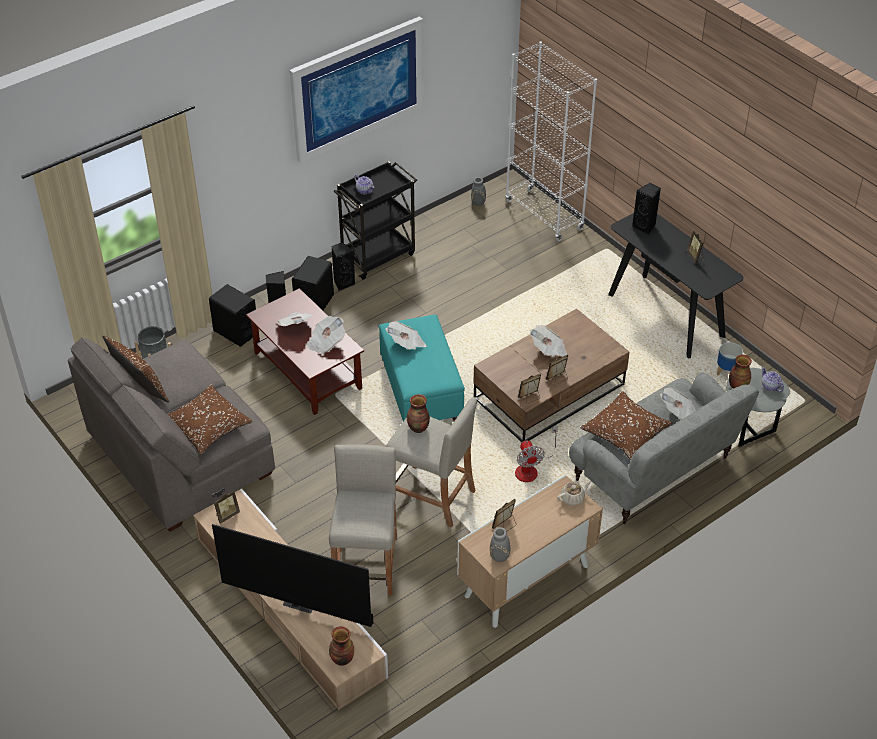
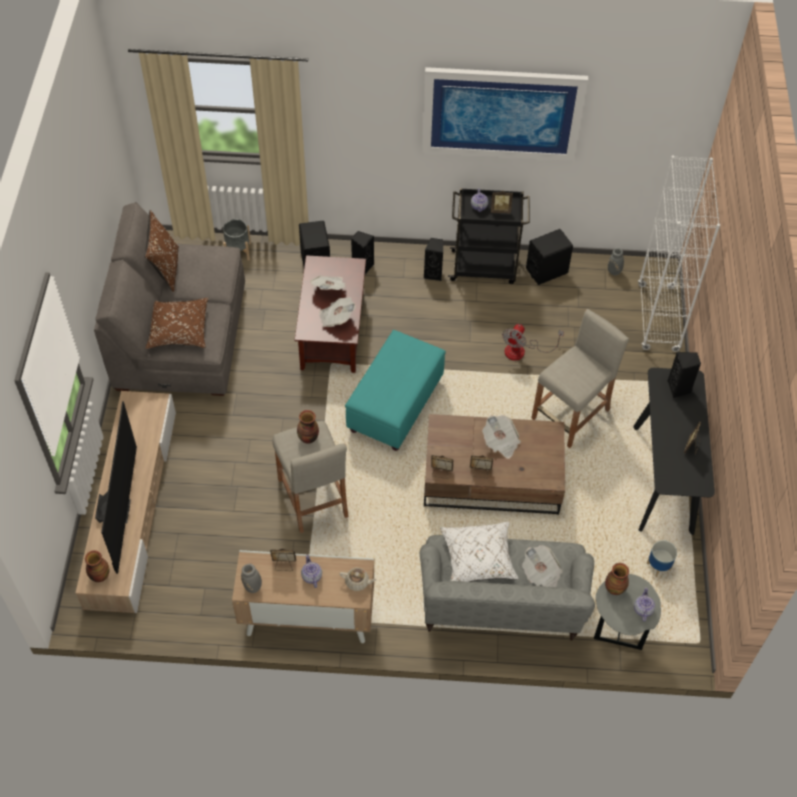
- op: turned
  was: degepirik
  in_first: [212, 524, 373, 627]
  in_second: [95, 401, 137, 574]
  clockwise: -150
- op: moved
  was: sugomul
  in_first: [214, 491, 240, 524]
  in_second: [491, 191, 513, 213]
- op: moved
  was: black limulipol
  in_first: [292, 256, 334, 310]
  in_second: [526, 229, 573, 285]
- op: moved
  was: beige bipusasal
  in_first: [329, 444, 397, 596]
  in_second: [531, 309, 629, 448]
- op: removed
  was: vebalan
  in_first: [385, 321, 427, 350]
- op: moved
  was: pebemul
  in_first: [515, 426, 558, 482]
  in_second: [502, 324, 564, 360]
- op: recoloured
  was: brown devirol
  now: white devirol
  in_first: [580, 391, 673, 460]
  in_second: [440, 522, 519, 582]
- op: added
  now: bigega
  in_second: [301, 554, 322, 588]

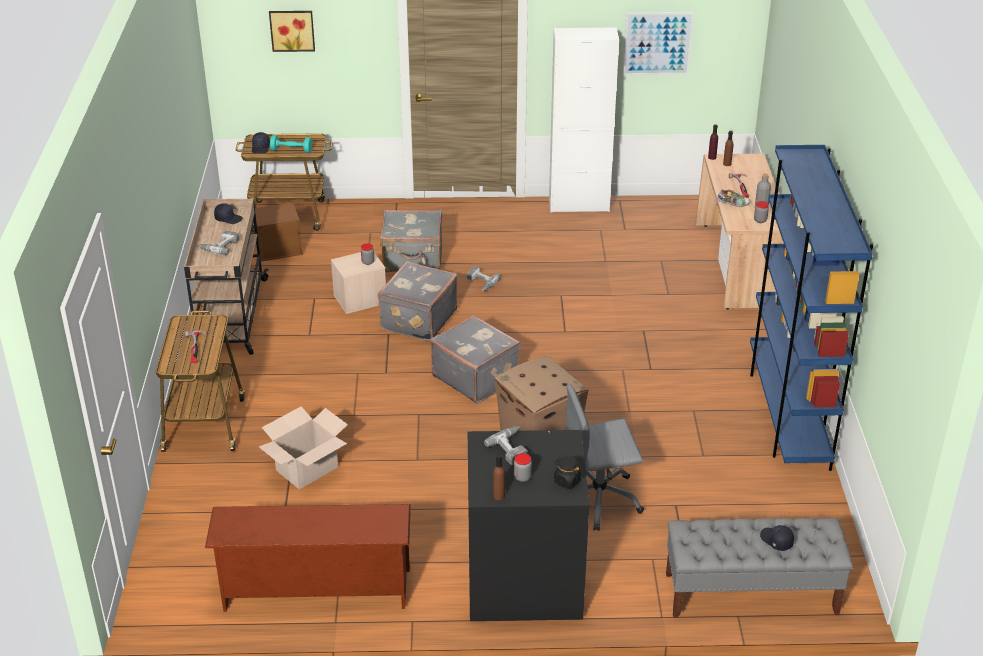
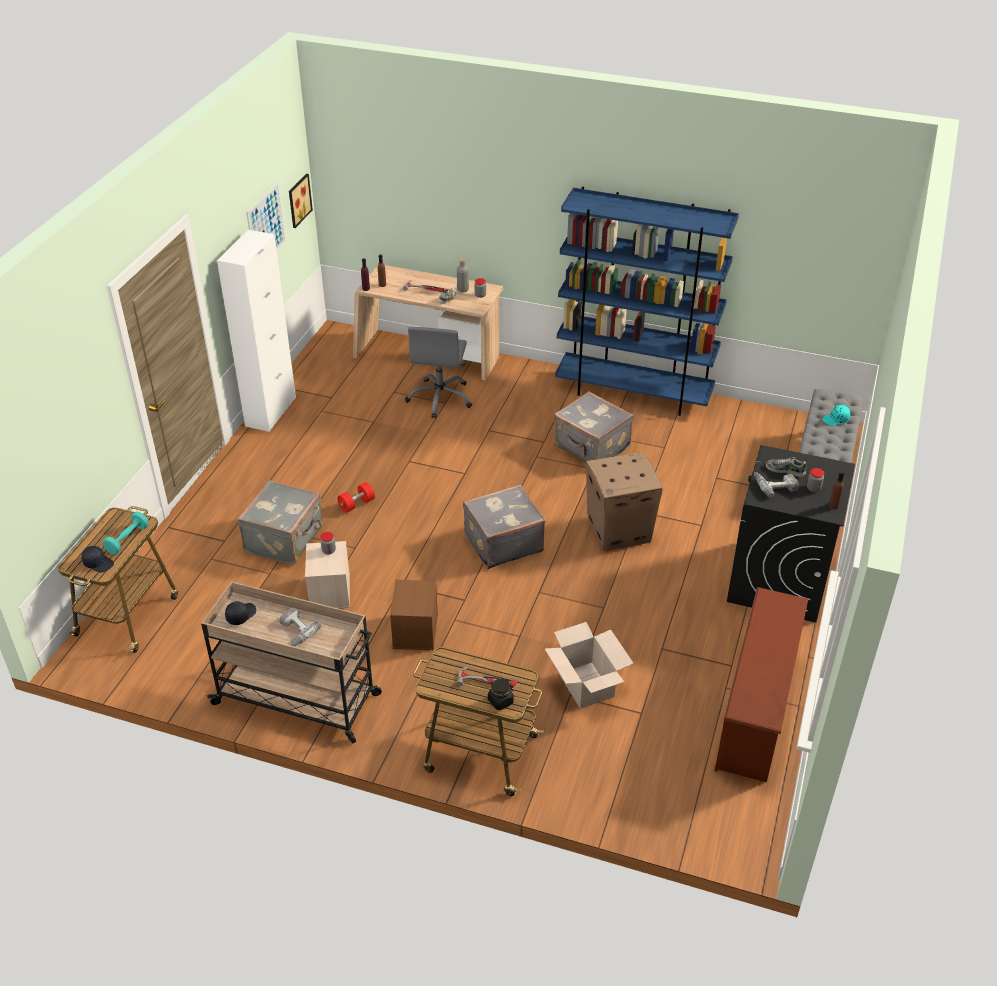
- op: moved
  was: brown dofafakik
  in_first: [253, 203, 303, 262]
  in_second: [390, 580, 438, 650]
- op: moved
  was: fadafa
  in_first: [269, 11, 315, 52]
  in_second: [289, 174, 313, 228]
- op: moved
  was: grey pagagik
  in_first: [378, 261, 457, 341]
  in_second: [554, 392, 633, 463]
- op: replaced
  was: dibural
  now: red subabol
  in_first: [467, 266, 501, 291]
  in_second: [337, 482, 375, 513]
- op: moved
  was: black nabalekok
  in_first: [554, 456, 581, 489]
  in_second: [488, 679, 514, 710]
- op: moved
  was: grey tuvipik
  in_first: [566, 384, 644, 531]
  in_second: [405, 327, 472, 419]
- op: recoloured
  was: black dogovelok
  now: turquoise dogovelok
  in_first: [760, 525, 794, 551]
  in_second: [823, 405, 850, 426]
- op: added
  now: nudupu
  in_second: [766, 457, 806, 477]

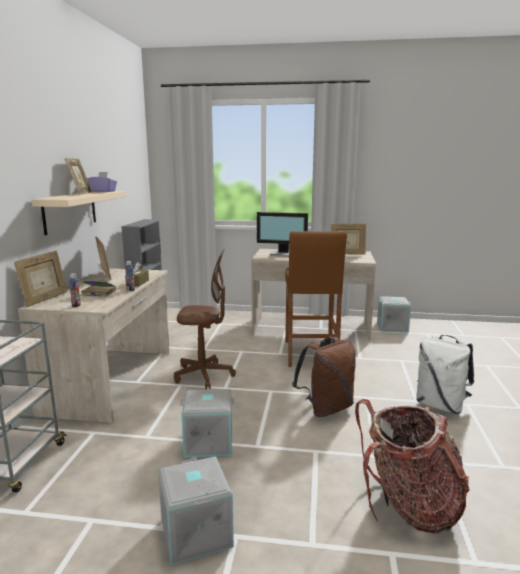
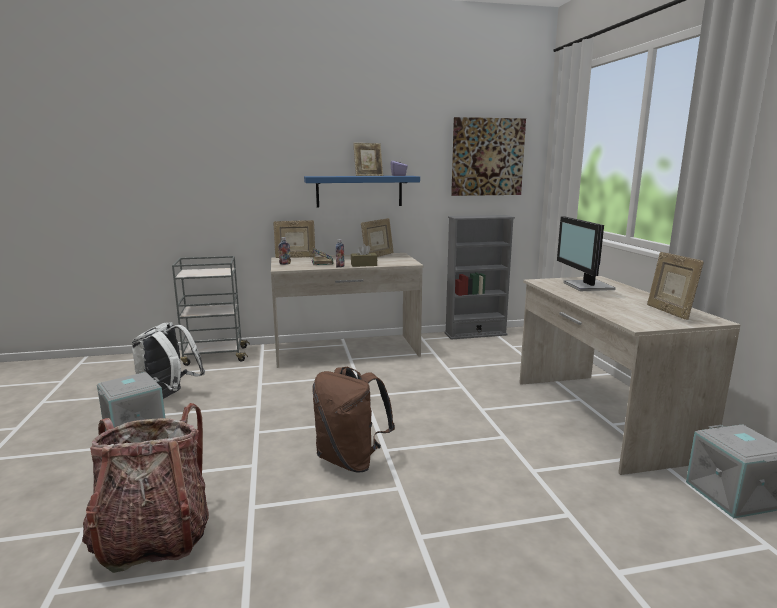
- op: recoloured
  was: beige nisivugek
  now: blue nisivugek
  in_first: [32, 191, 126, 235]
  in_second: [304, 176, 420, 207]
- op: removed
  was: brown tuvipik
  in_first: [174, 249, 236, 389]
- op: removed
  was: grey dofafakik
  in_first: [180, 389, 234, 458]
- op: removed
  was: brown bipusasal
  in_first: [285, 231, 347, 367]
- op: moved
  was: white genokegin
  in_first: [416, 335, 474, 414]
  in_second: [132, 322, 205, 399]
- op: added
  now: fadafa
  in_second: [451, 117, 526, 196]

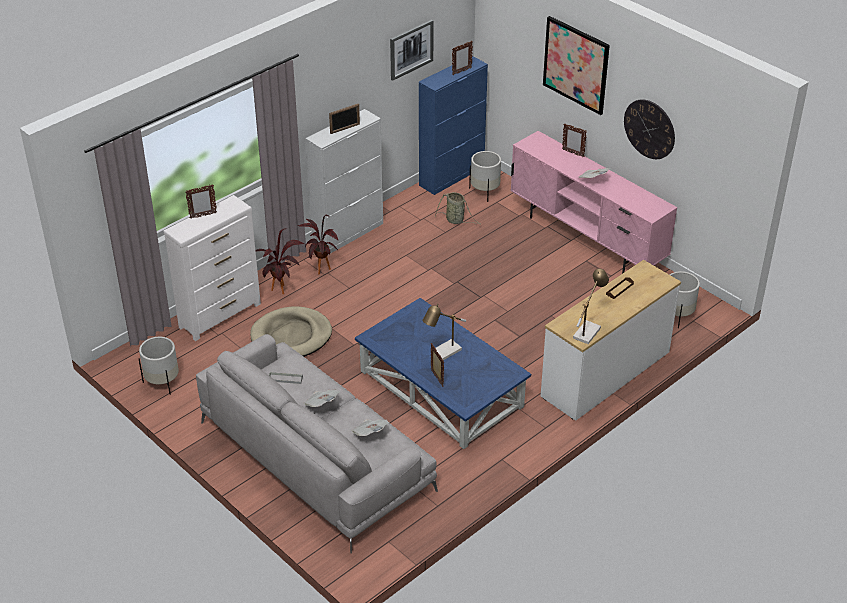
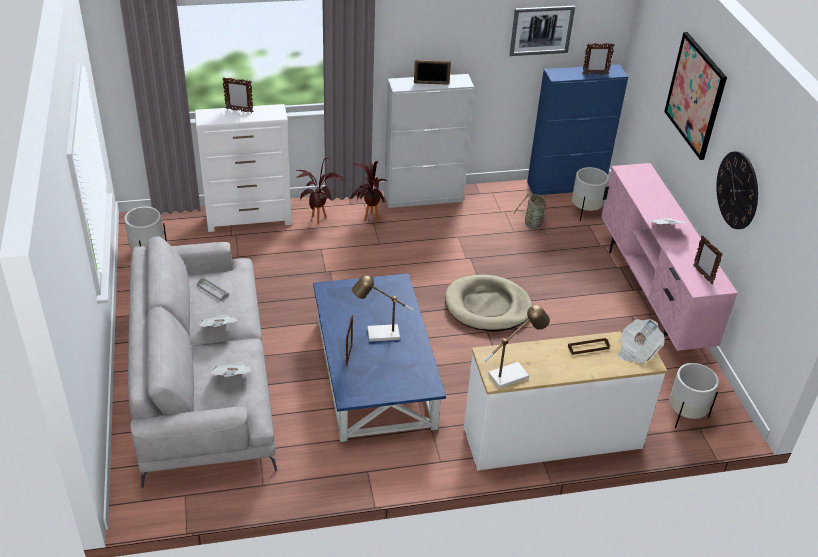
- op: moved
  was: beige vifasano
  in_first: [250, 306, 332, 357]
  in_second: [445, 275, 532, 331]
- op: moved
  was: sugomul
  in_first: [562, 124, 587, 157]
  in_second: [693, 236, 722, 284]
- op: added
  now: vebalan
  in_second: [618, 319, 665, 364]

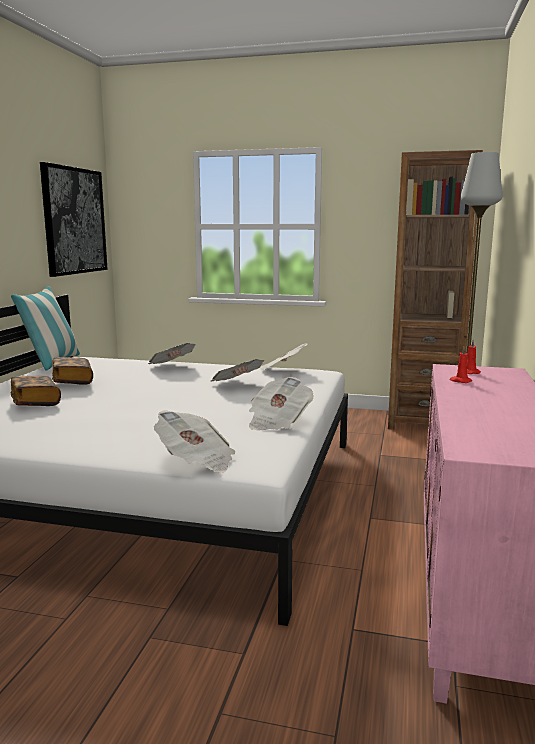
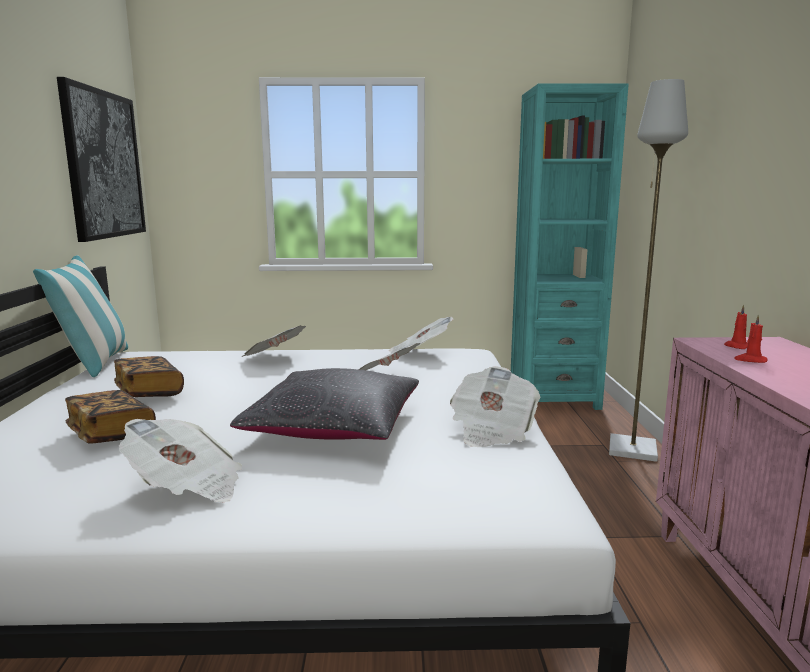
- op: moved
  was: vebalan
  in_first: [154, 410, 236, 473]
  in_second: [118, 419, 242, 502]
- op: recoloured
  was: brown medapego
  now: turquoise medapego
  in_first: [388, 150, 483, 430]
  in_second: [511, 83, 629, 410]
- op: added
  now: black devirol
  in_second: [230, 368, 419, 440]

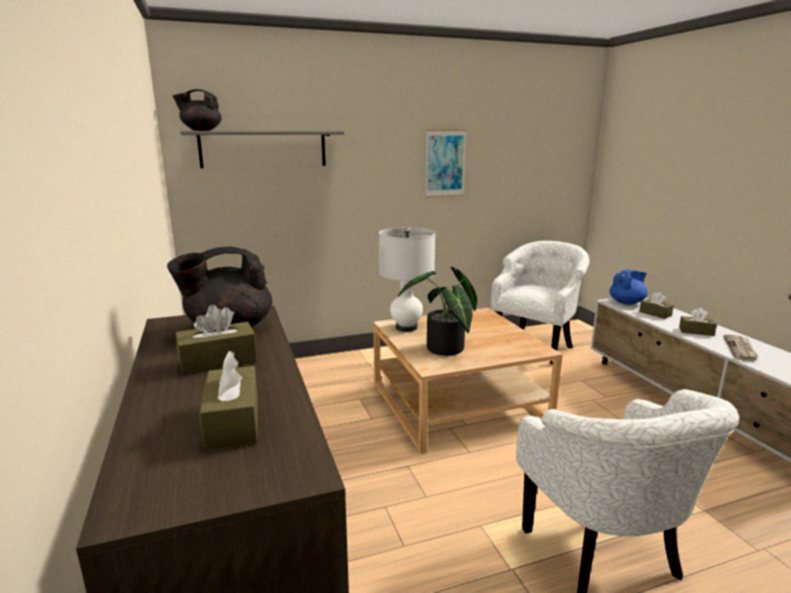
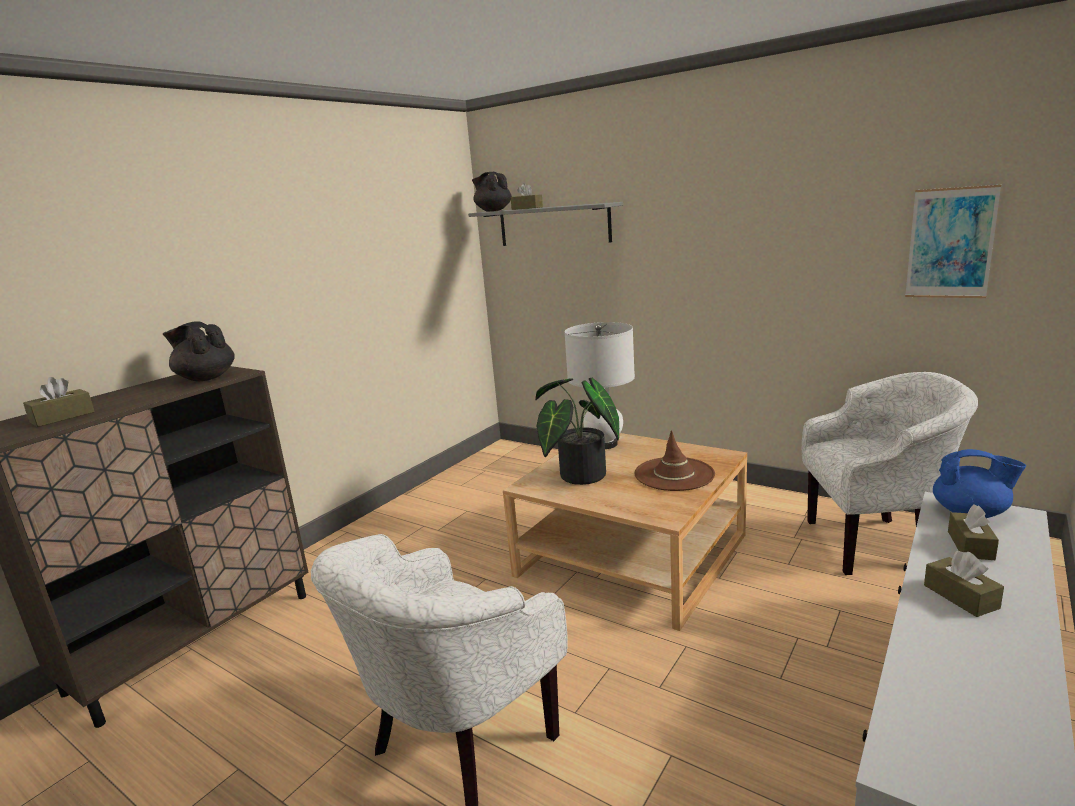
- op: moved
  was: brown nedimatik
  in_first: [176, 305, 257, 375]
  in_second: [511, 183, 543, 210]
- op: moved
  was: fadafa
  in_first: [425, 130, 466, 197]
  in_second: [905, 185, 1001, 298]
- op: removed
  was: vebalan
  in_first: [723, 334, 759, 361]
- op: added
  now: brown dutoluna
  in_second: [635, 430, 715, 491]

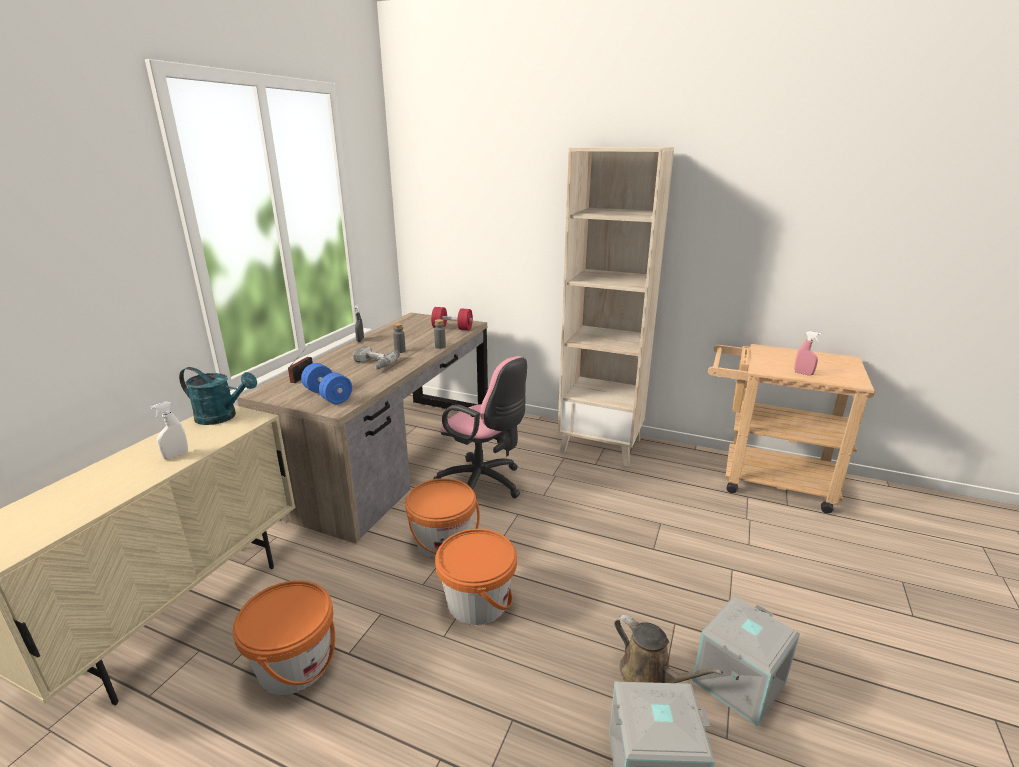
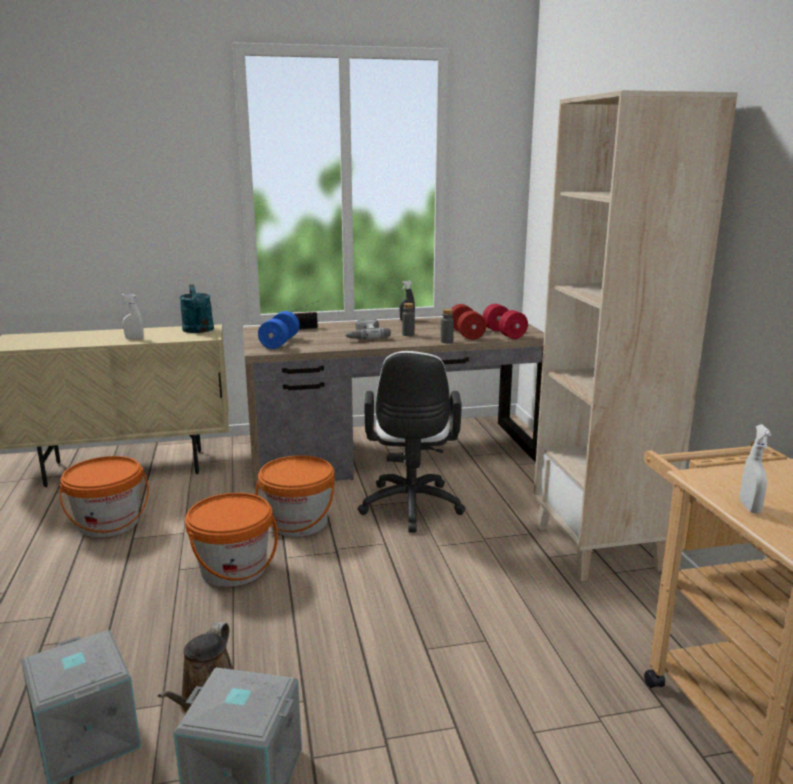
- op: recoloured
  was: pink tuvipik
  now: white tuvipik
  in_first: [433, 356, 527, 498]
  in_second: [358, 351, 465, 532]
- op: recoloured
  was: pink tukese
  now: white tukese
  in_first: [795, 331, 822, 375]
  in_second: [740, 425, 772, 513]
- op: added
  now: red subabol
  in_second: [451, 304, 486, 340]

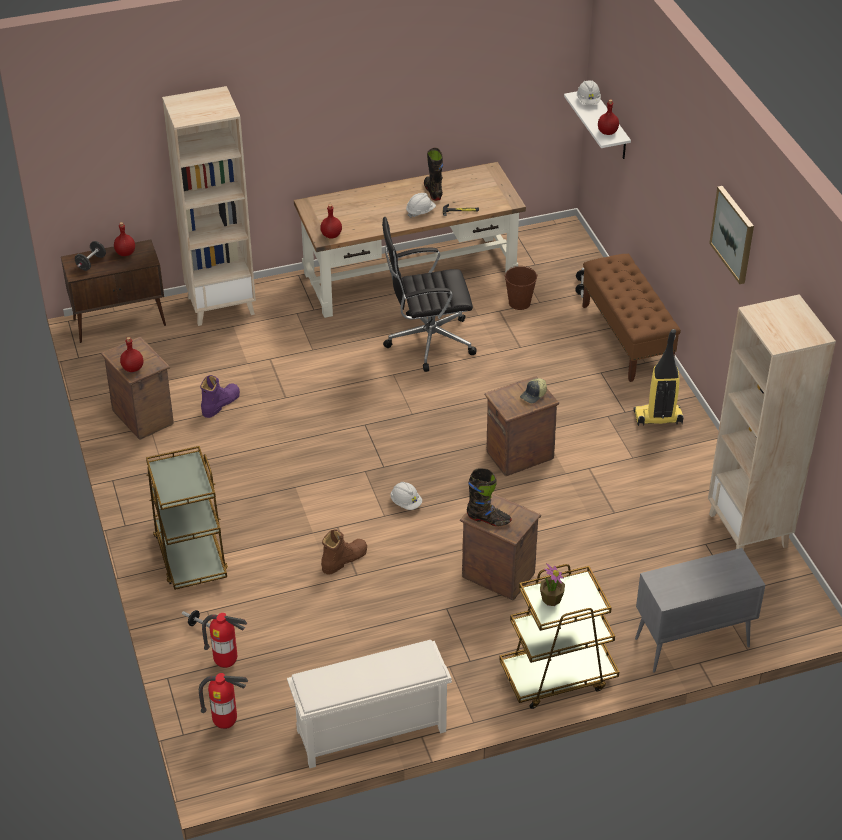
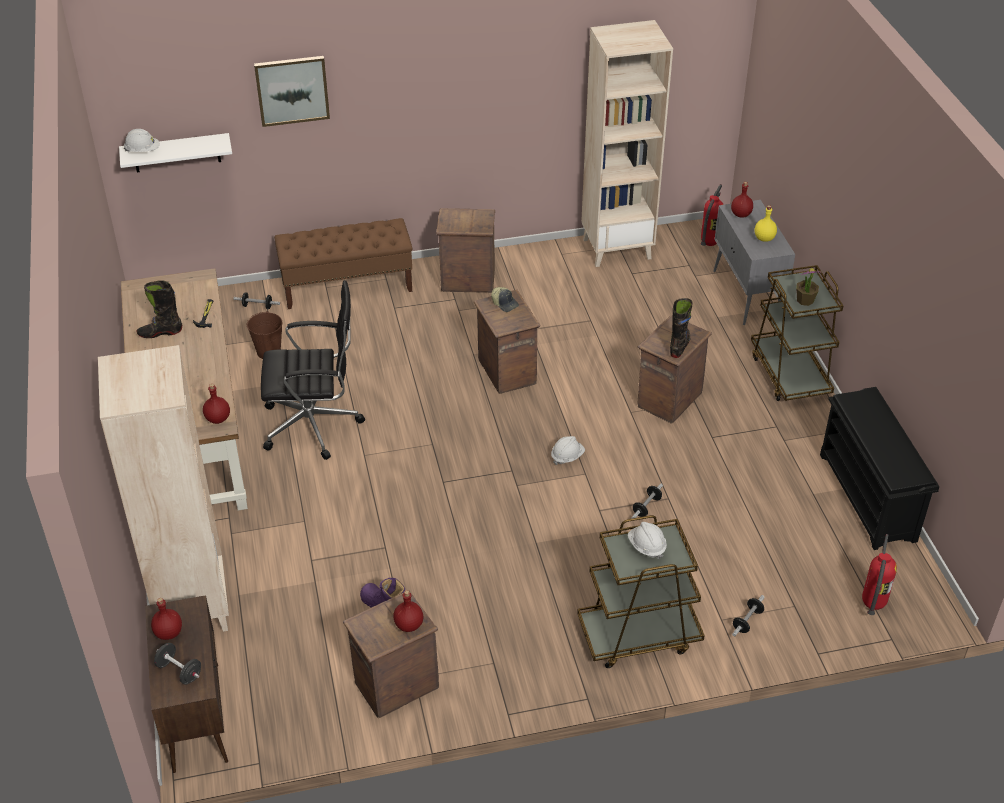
- op: moved
  was: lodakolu
  in_first: [202, 613, 247, 668]
  in_second: [701, 184, 724, 246]
- op: recoloured
  was: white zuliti
  now: black zuliti
  in_first: [287, 640, 452, 768]
  in_second: [820, 387, 940, 550]
- op: replaced
  was: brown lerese
  now: subabol
  in_first: [321, 530, 367, 575]
  in_second: [632, 484, 663, 518]
- op: turned
  was: black tuvipik
  in_first: [382, 217, 477, 372]
  in_second: [261, 280, 365, 460]
  clockwise: -90
- op: moved
  was: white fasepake
  in_first: [406, 193, 436, 218]
  in_second: [628, 522, 667, 559]
- op: moved
  was: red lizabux
  in_first: [598, 100, 619, 135]
  in_second: [731, 182, 753, 218]
- op: replaced
  was: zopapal
  now: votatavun
  in_first: [633, 329, 684, 426]
  in_second: [436, 208, 495, 293]
- op: moved
  was: fadafa
  in_first: [709, 186, 754, 284]
  in_second: [254, 56, 330, 127]
- op: added
  now: yellow lizabux
  in_second: [755, 205, 777, 242]

